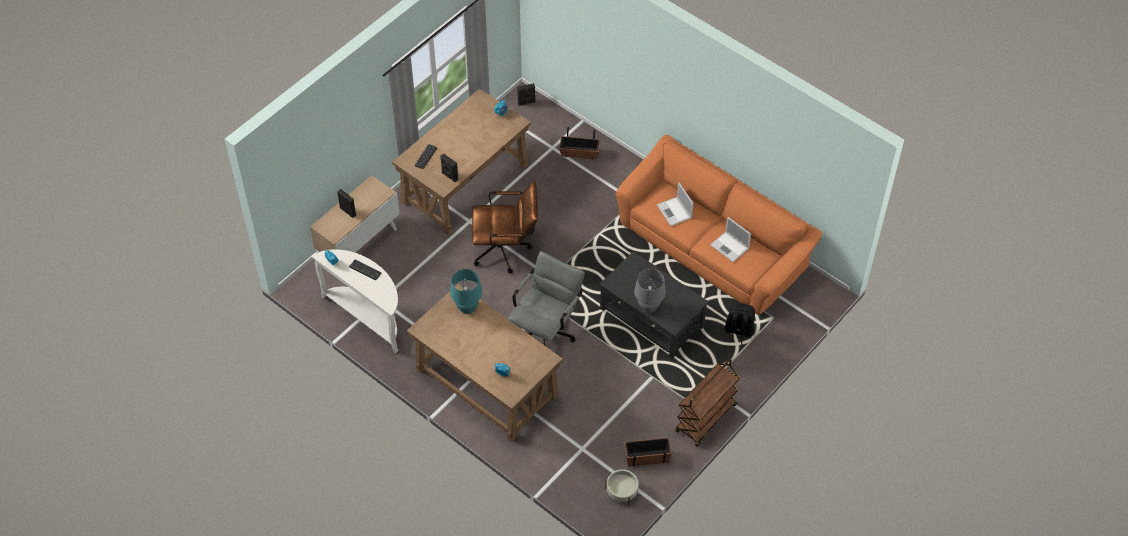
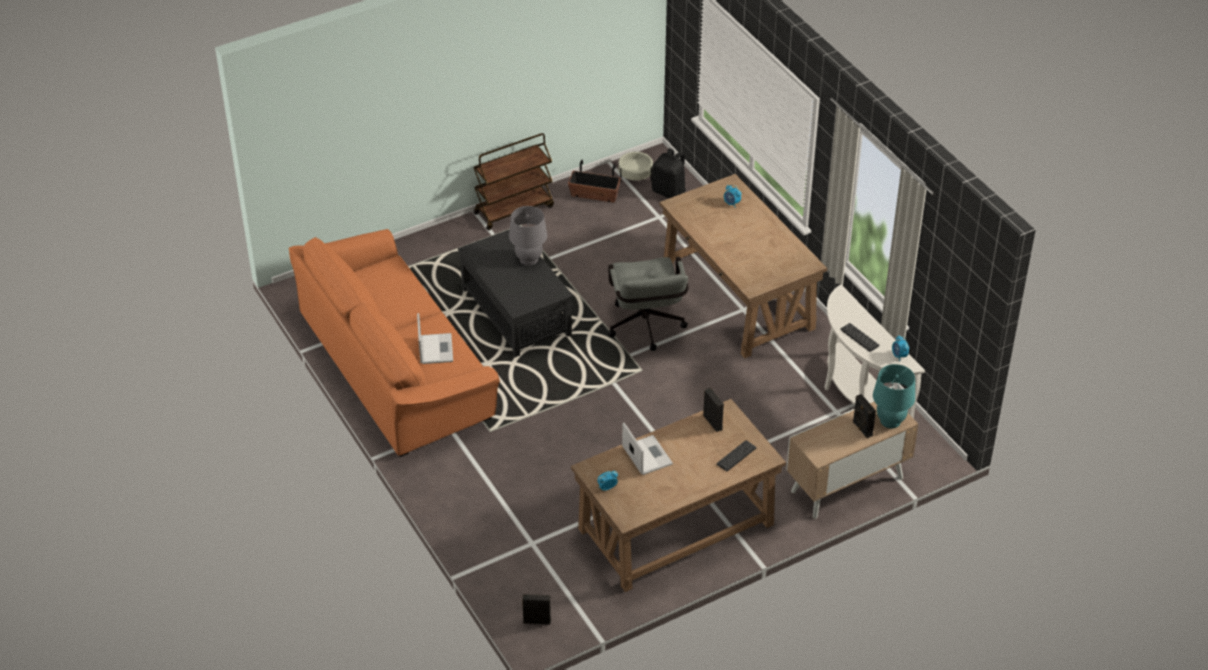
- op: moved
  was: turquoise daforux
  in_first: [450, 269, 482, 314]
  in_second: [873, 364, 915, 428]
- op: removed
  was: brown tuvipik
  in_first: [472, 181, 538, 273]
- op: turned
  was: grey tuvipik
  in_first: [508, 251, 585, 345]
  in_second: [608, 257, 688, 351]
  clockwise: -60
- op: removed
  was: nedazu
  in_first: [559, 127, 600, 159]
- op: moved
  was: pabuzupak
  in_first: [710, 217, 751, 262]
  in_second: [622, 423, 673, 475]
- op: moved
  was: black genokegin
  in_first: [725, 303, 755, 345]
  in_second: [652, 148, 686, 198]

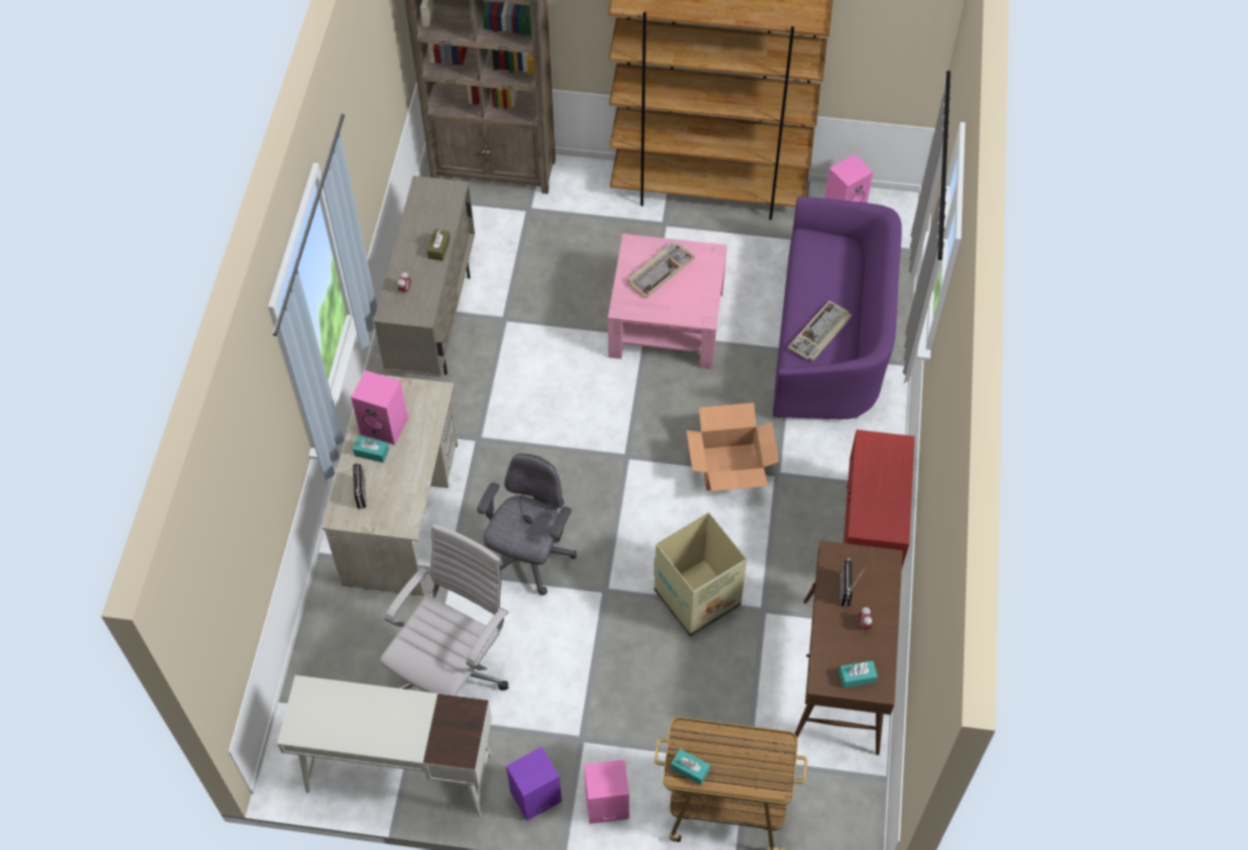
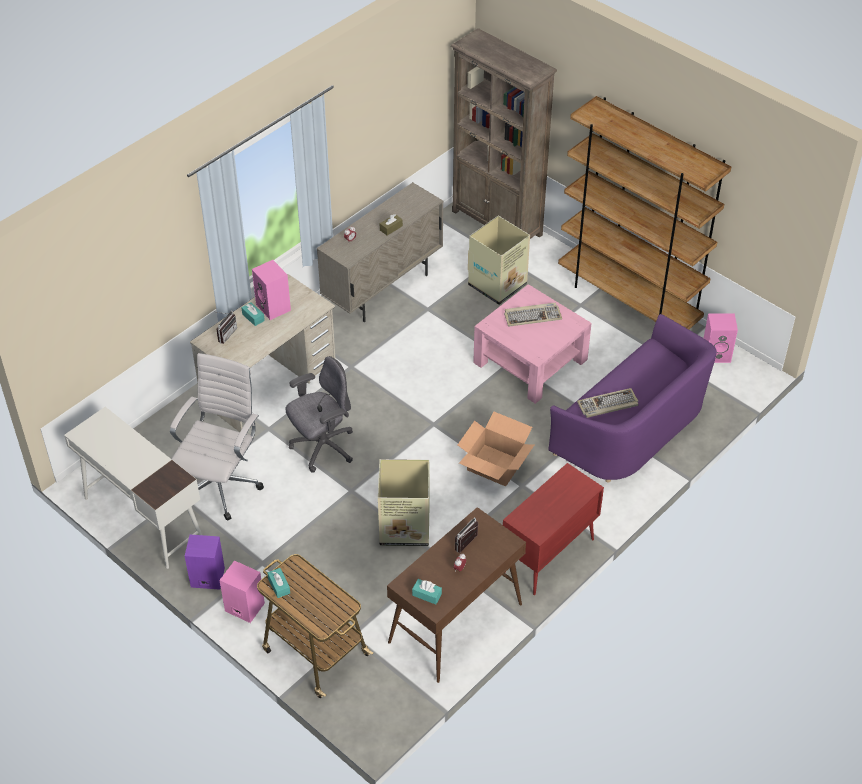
- op: turned
  was: white tuvipik
  in_first: [380, 524, 508, 696]
  in_second: [170, 353, 264, 521]
  clockwise: -45
- op: added
  now: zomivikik
  in_second: [468, 216, 530, 305]

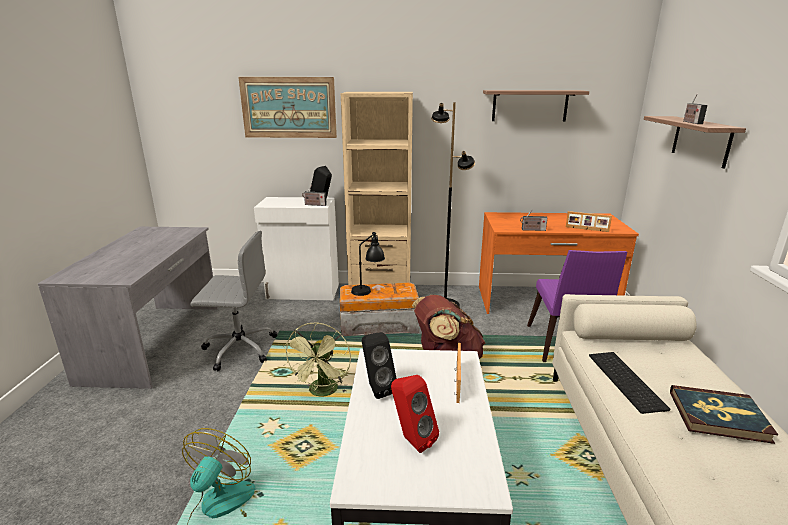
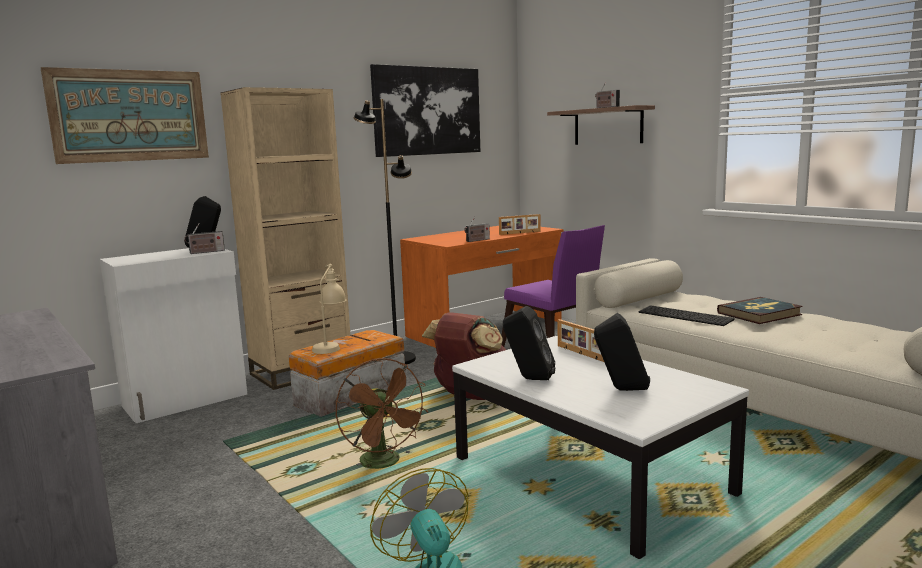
- op: removed
  was: grey tuvipik
  in_first: [191, 231, 277, 371]
- op: recoloured
  was: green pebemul
  now: brown pebemul
  in_first: [283, 322, 351, 397]
  in_second: [336, 358, 428, 469]
- op: recoloured
  was: black daforux
  now: beige daforux
  in_first: [351, 232, 385, 296]
  in_second: [312, 264, 346, 354]
- op: recoloured
  was: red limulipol
  now: black limulipol
  in_first: [391, 375, 439, 453]
  in_second: [594, 313, 650, 391]
- op: replaced
  was: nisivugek
  now: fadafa
  in_first: [483, 90, 589, 121]
  in_second: [370, 64, 480, 157]

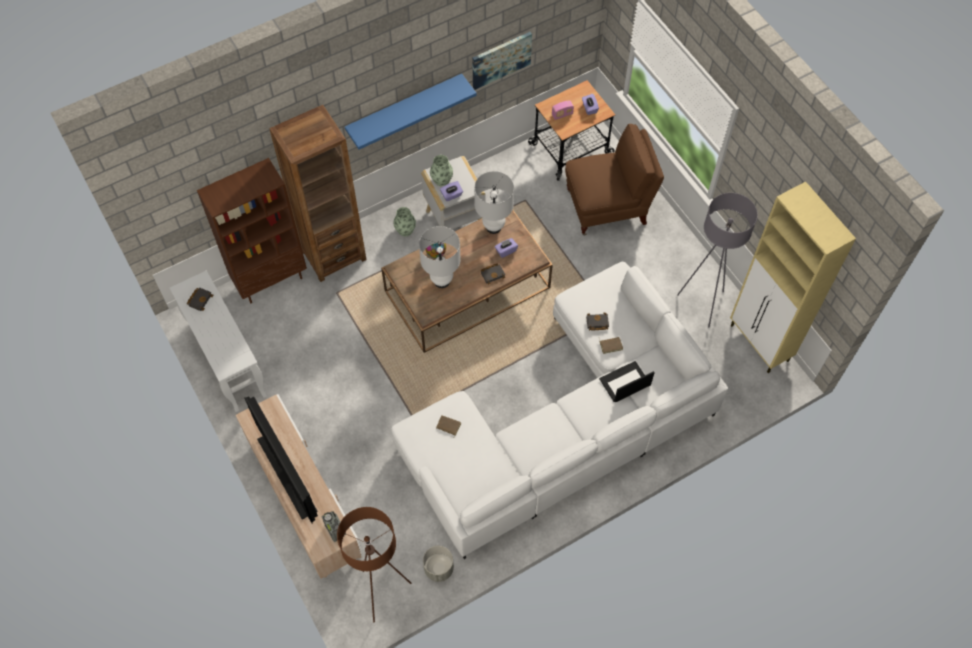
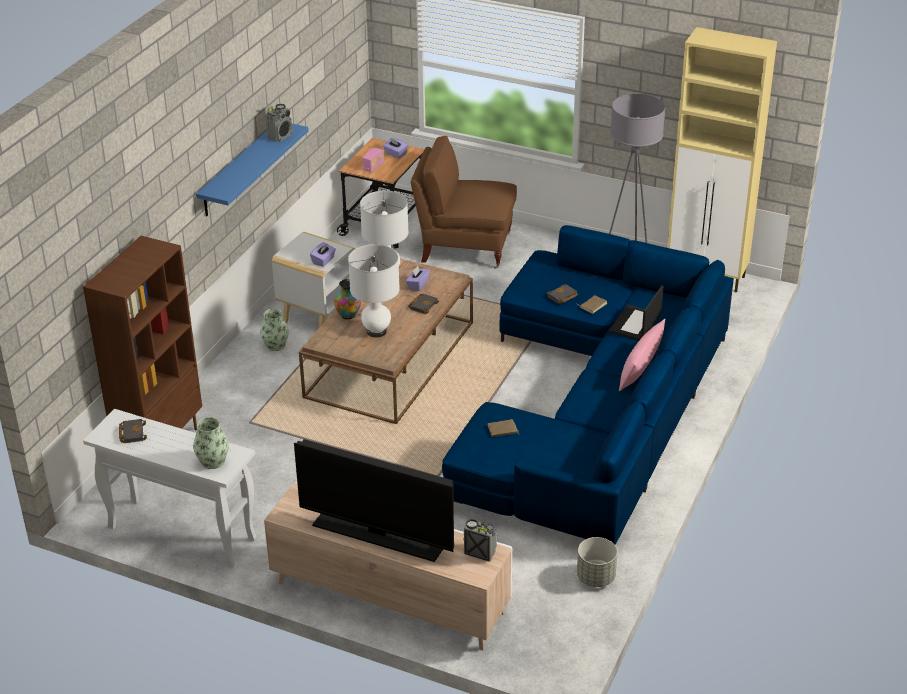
- op: removed
  was: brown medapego
  in_first: [269, 105, 367, 282]
- op: removed
  was: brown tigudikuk
  in_first: [337, 507, 412, 622]
- op: recoloured
  was: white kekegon
  now: blue kekegon
  in_first: [391, 262, 728, 559]
  in_second: [442, 225, 734, 545]
- op: moved
  was: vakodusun
  in_first: [430, 155, 453, 186]
  in_second: [193, 417, 229, 469]
- op: removed
  was: fadafa
  in_first: [472, 32, 532, 90]
- op: turned
  was: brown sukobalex
  in_first: [565, 124, 664, 235]
  in_second: [411, 136, 517, 269]
  clockwise: -120
- op: added
  now: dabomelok
  in_second: [265, 104, 293, 142]
- op: added
  now: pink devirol
  in_second: [619, 319, 665, 391]

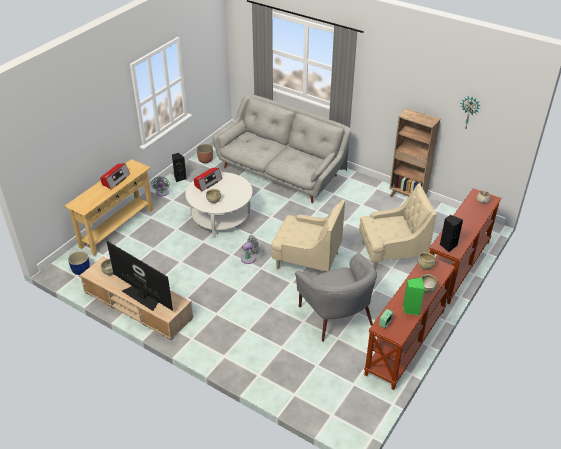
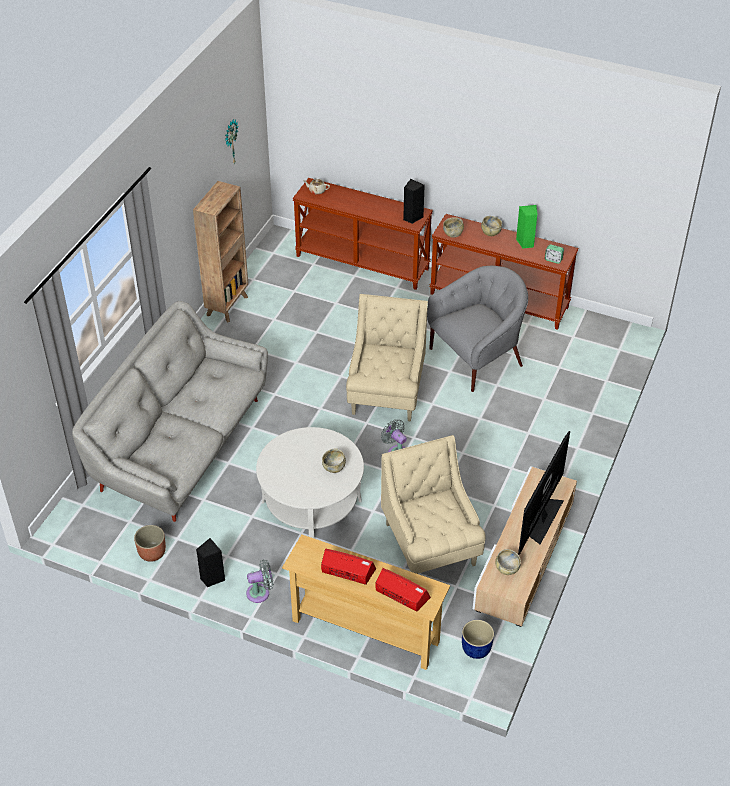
- op: moved
  was: dabomelok
  in_first: [194, 168, 223, 191]
  in_second: [375, 568, 431, 612]
- op: moved
  was: beige sukobalex
  in_first: [359, 184, 437, 269]
  in_second: [381, 435, 486, 574]

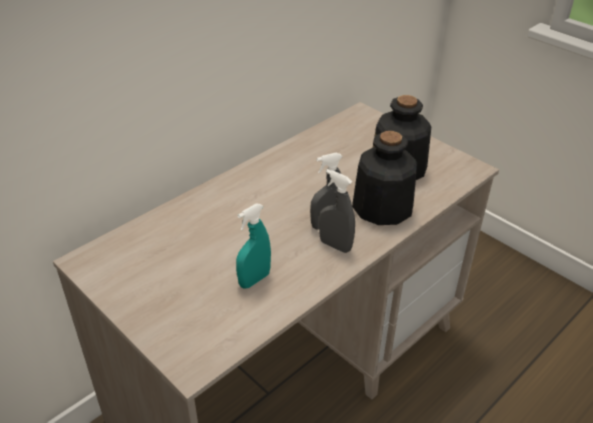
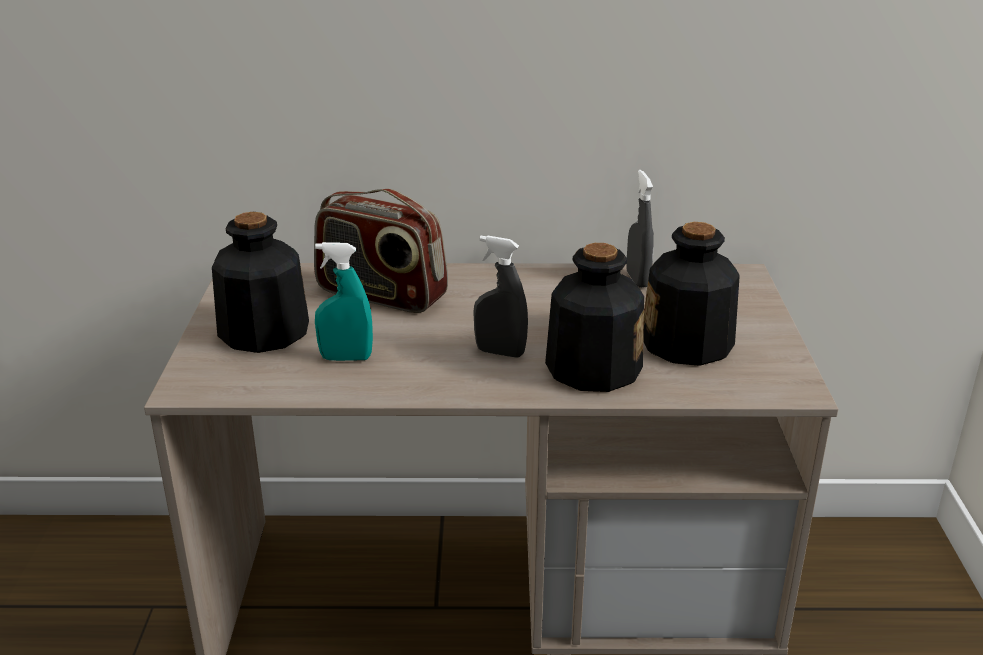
- op: moved
  was: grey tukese
  in_first: [319, 169, 355, 253]
  in_second: [627, 170, 654, 288]
- op: added
  now: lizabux
  in_second: [212, 212, 309, 353]
- op: added
  now: dabomelok
  in_second: [314, 189, 448, 313]

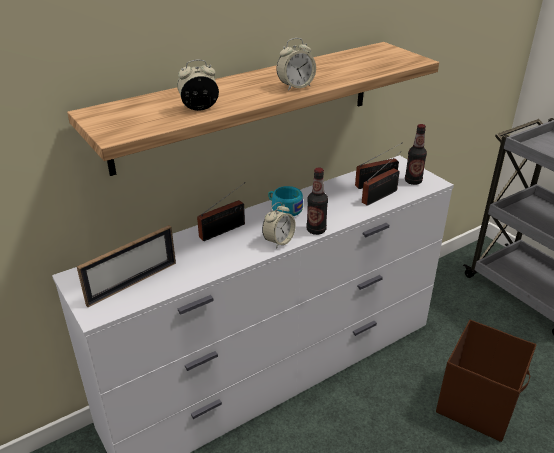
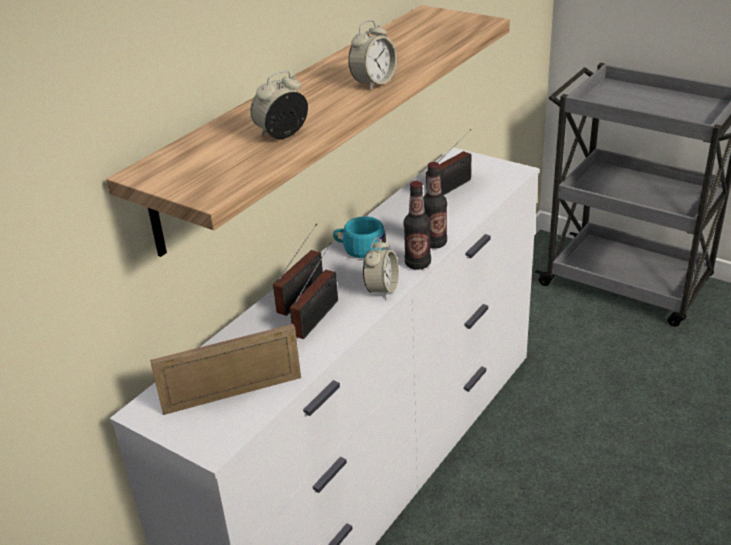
- op: turned
  was: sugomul
  in_first: [77, 225, 176, 307]
  in_second: [150, 324, 301, 415]
  clockwise: -135
- op: moved
  was: dabomelok
  in_first: [362, 151, 401, 206]
  in_second: [290, 242, 338, 339]
- op: moved
  was: lizabux
  in_first: [405, 124, 427, 185]
  in_second: [423, 162, 447, 249]
- op: removed
  was: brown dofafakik
  in_first: [436, 319, 537, 442]

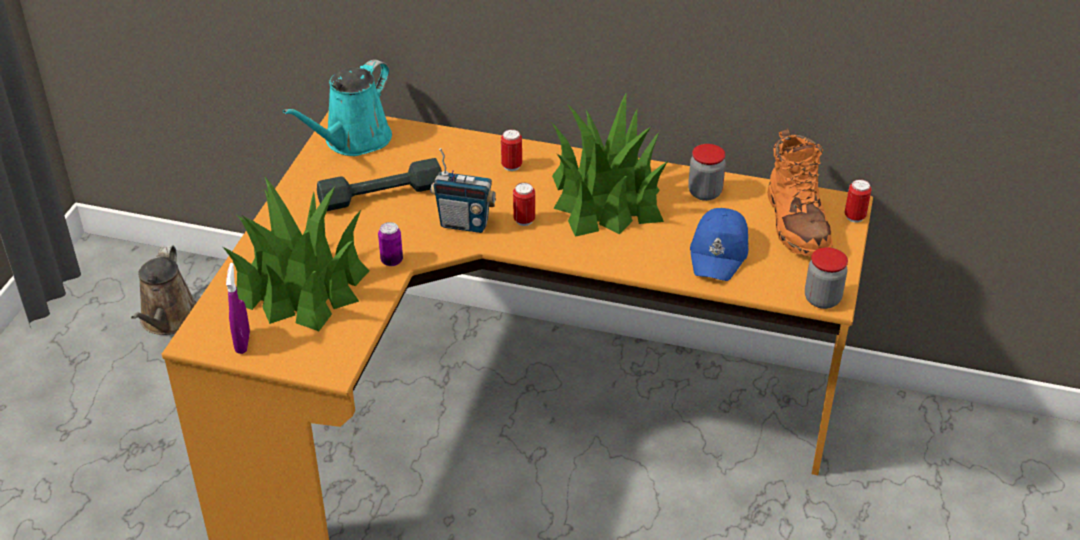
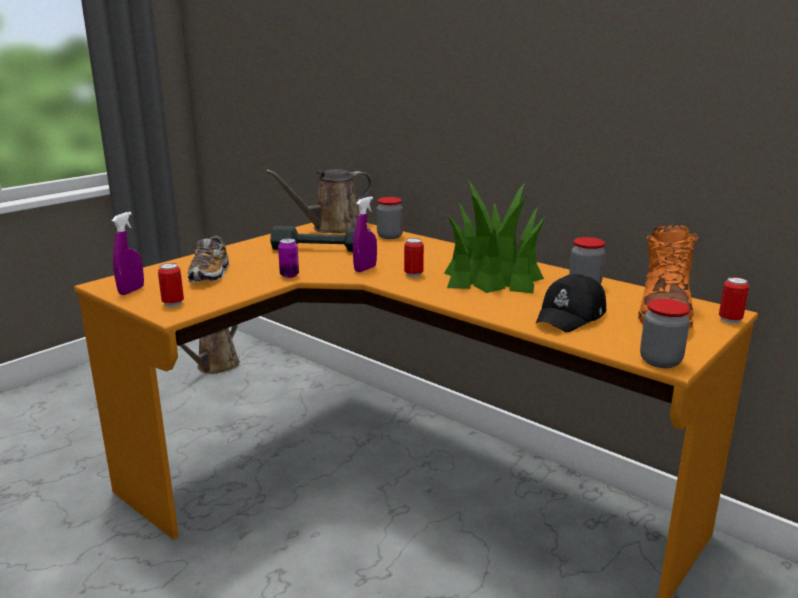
- op: replaced
  was: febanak
  now: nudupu
  in_first: [223, 177, 370, 331]
  in_second: [188, 236, 229, 283]
- op: recoloured
  was: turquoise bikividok
  now: brown bikividok
  in_first: [283, 59, 392, 156]
  in_second: [265, 169, 372, 233]
- op: replaced
  was: dabomelok
  now: purple tukese
  in_first: [430, 148, 496, 233]
  in_second: [353, 196, 377, 272]
- op: moved
  was: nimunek
  in_first: [501, 129, 522, 171]
  in_second: [158, 263, 184, 307]
- op: recoloured
  was: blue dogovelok
  now: black dogovelok
  in_first: [690, 208, 749, 281]
  in_second: [535, 274, 606, 332]
- op: added
  now: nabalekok
  in_second: [377, 197, 403, 239]

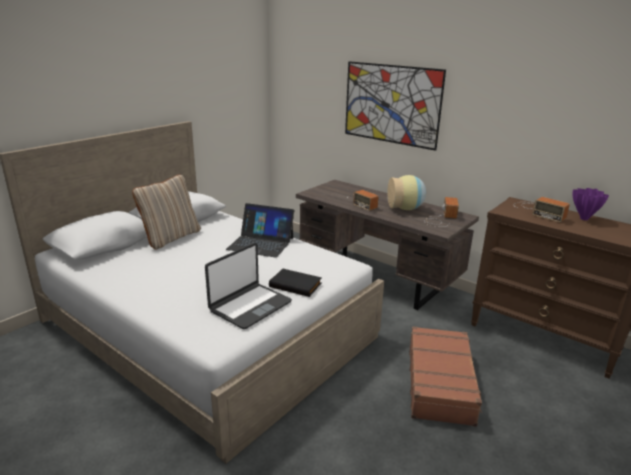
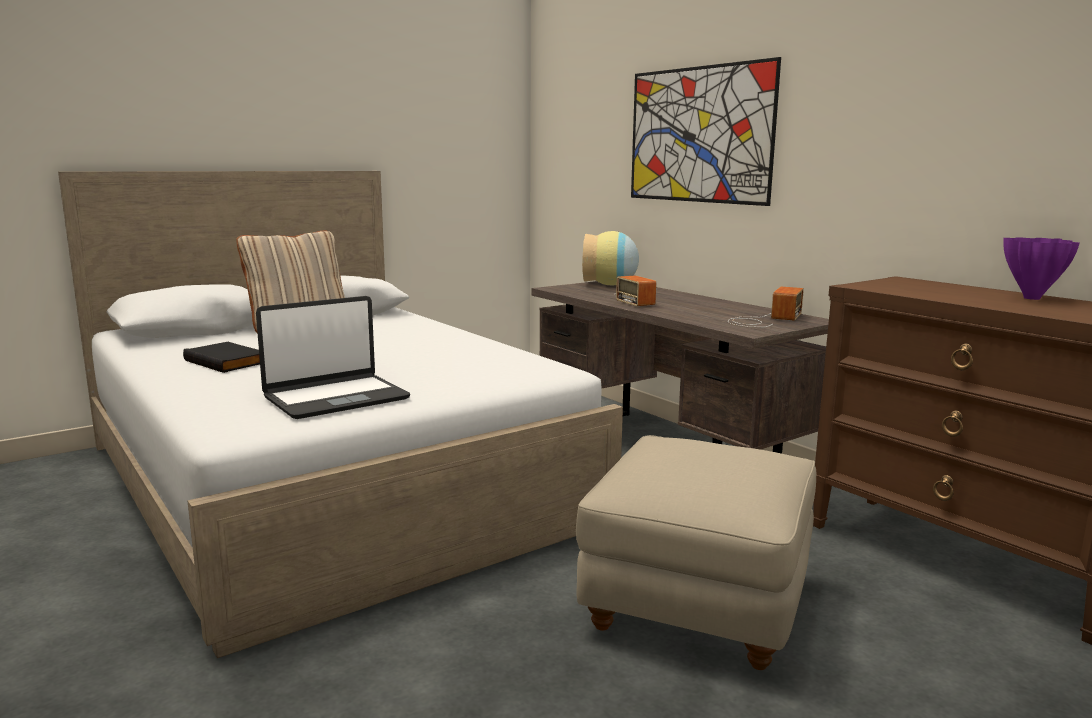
- op: removed
  was: pabuzupak
  in_first: [226, 203, 295, 258]
- op: moved
  was: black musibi
  in_first: [269, 269, 322, 297]
  in_second: [183, 342, 260, 373]
- op: moved
  was: vakodusun
  in_first: [387, 175, 426, 210]
  in_second: [582, 231, 639, 285]
- op: replaced
  was: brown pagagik
  now: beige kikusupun
  in_first: [409, 326, 482, 427]
  in_second: [576, 435, 816, 670]
- op: removed
  was: dabomelok
  in_first: [514, 197, 570, 222]

